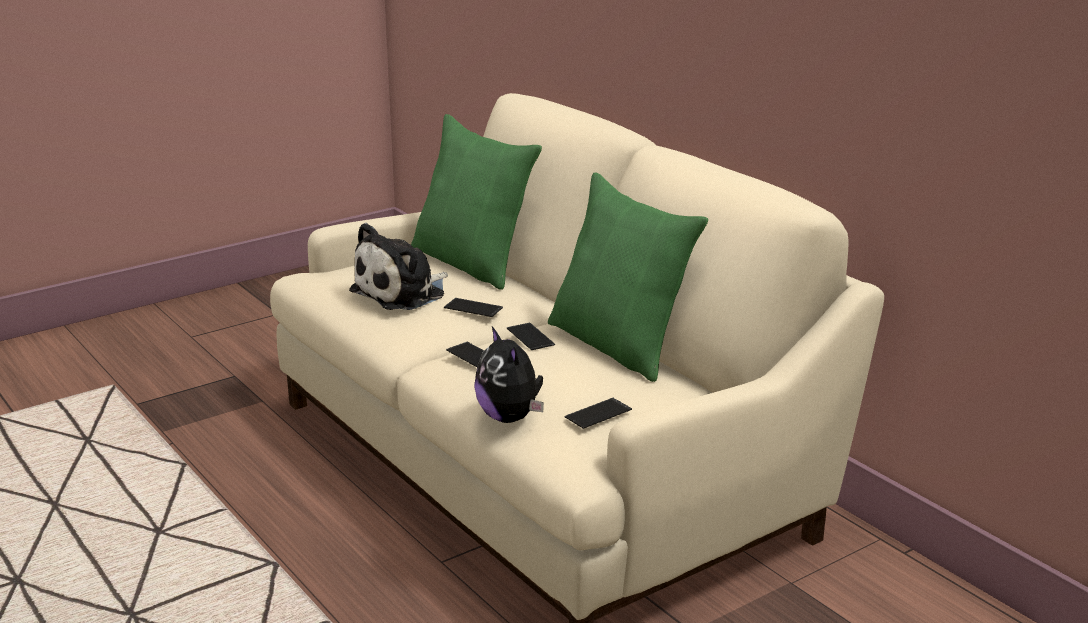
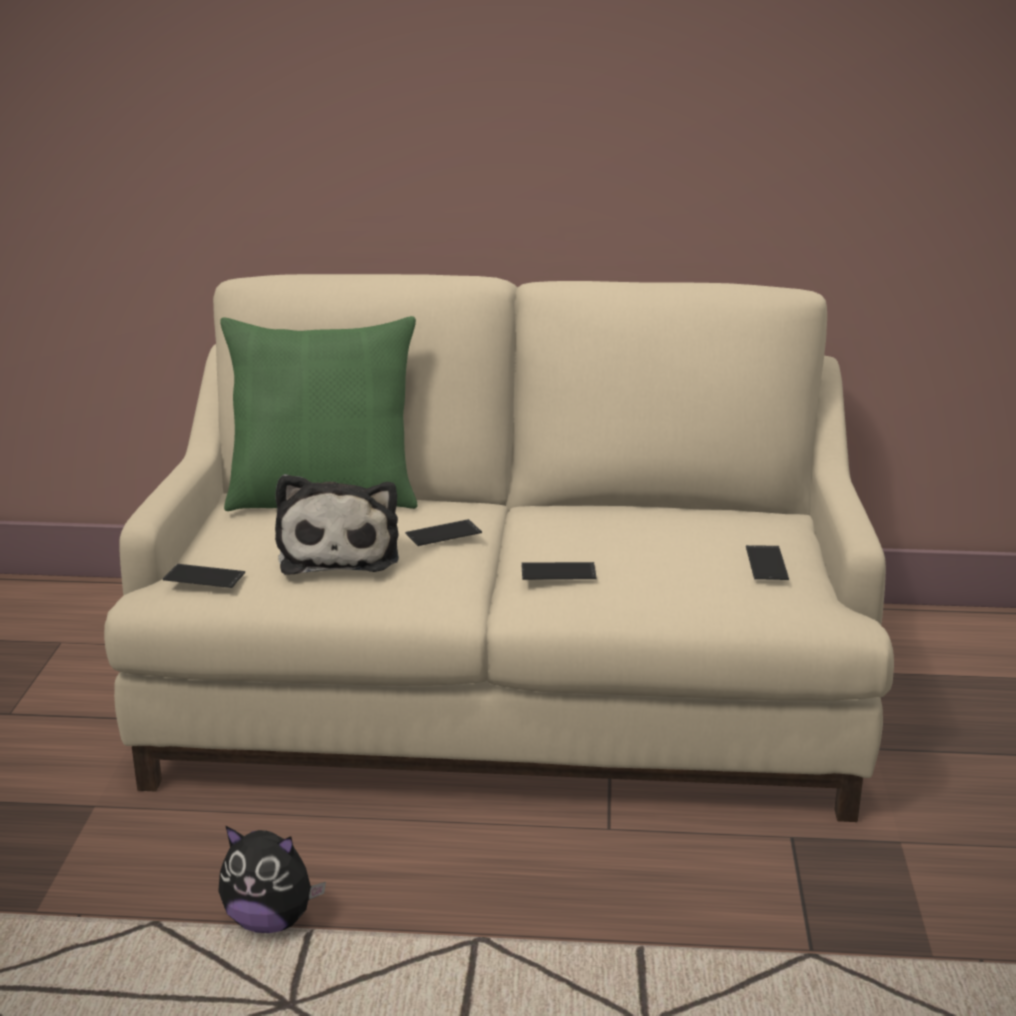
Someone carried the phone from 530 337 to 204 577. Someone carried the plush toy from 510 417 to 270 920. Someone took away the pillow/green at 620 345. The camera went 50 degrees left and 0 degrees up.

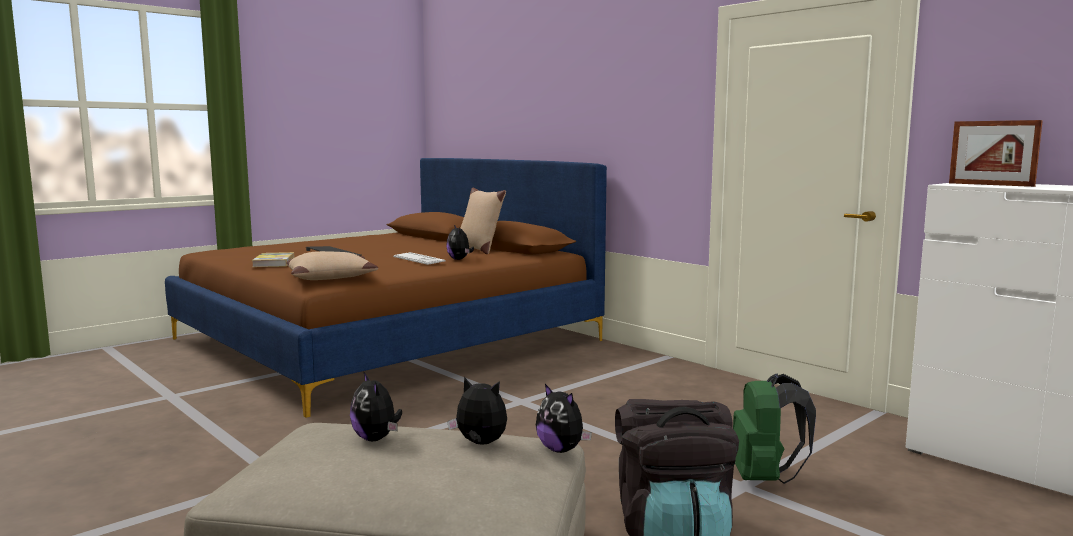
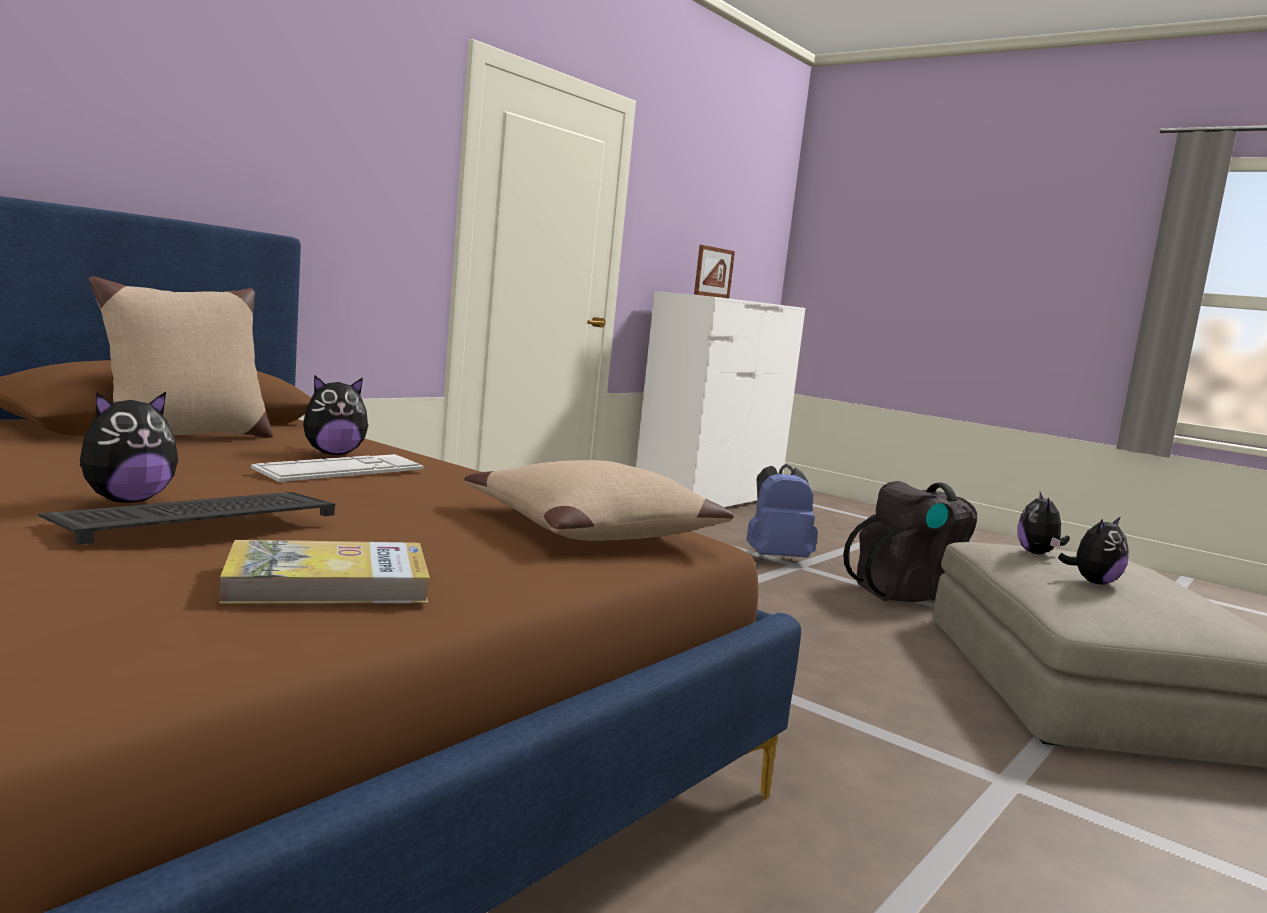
Someone carried the plush toy from 561 449 to 127 500. Someone repainted the backpack/green at 764 478, which became the backpack/blue at 776 558. The camera went 100 degrees left and 0 degrees up.

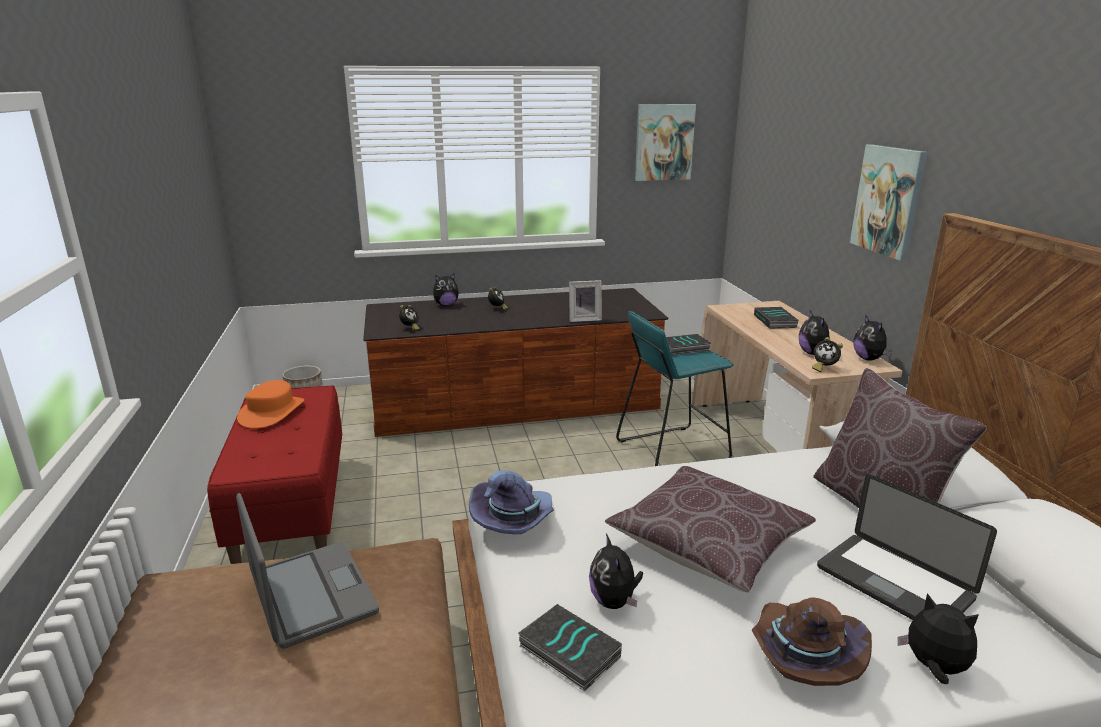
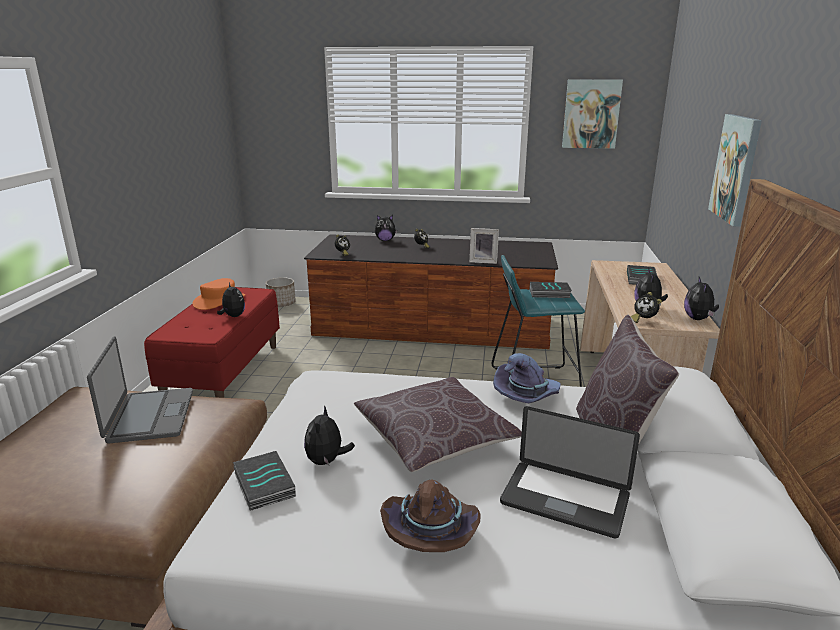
Someone carried the plush toy from 934 668 to 233 316. Someone carried the hat/purple from 514 520 to 527 396. Someone rotated the laptop at 893 583 by 45 degrees counterclockwise. The camera went 20 degrees right and 0 degrees up.

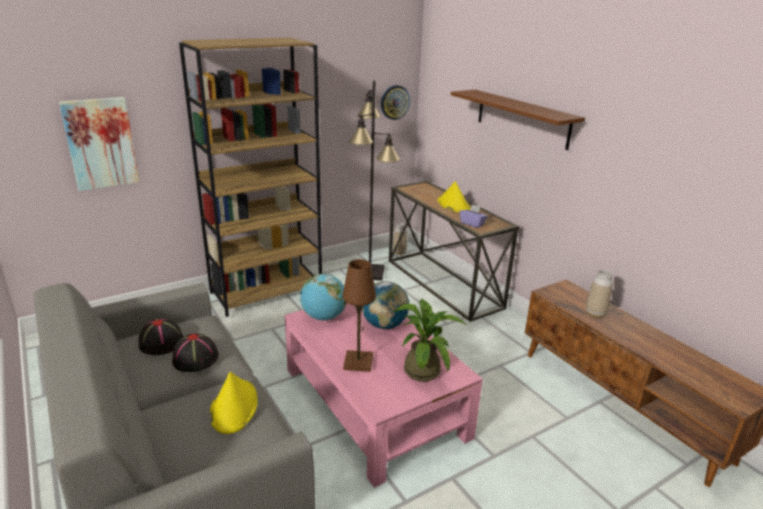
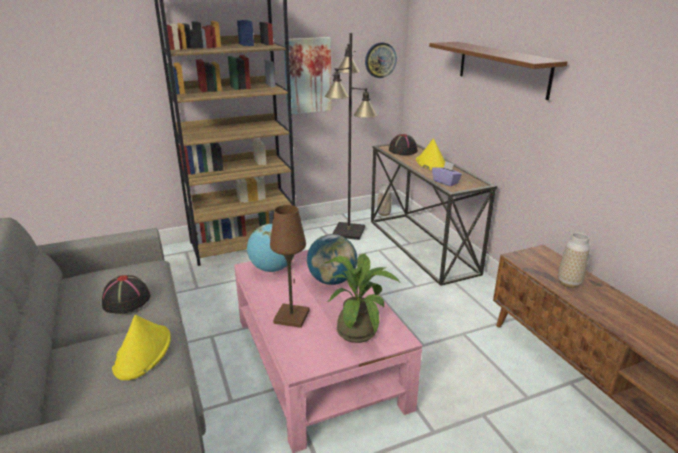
Someone carried the picture from 101 143 to 307 76. Someone carried the hat/black from 161 342 to 402 150. The camera went 10 degrees right and 0 degrees up.

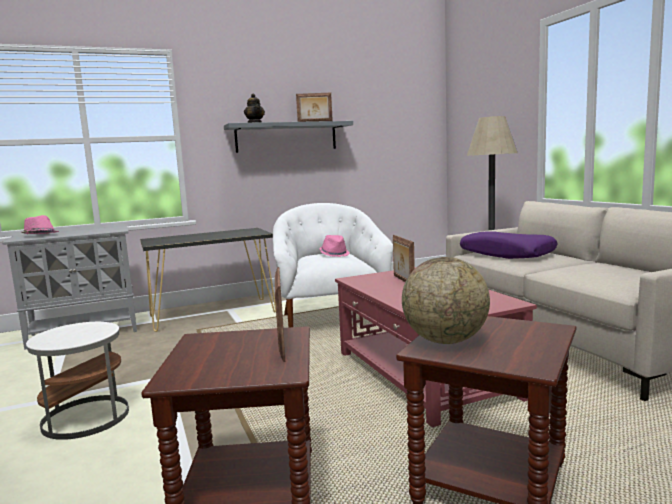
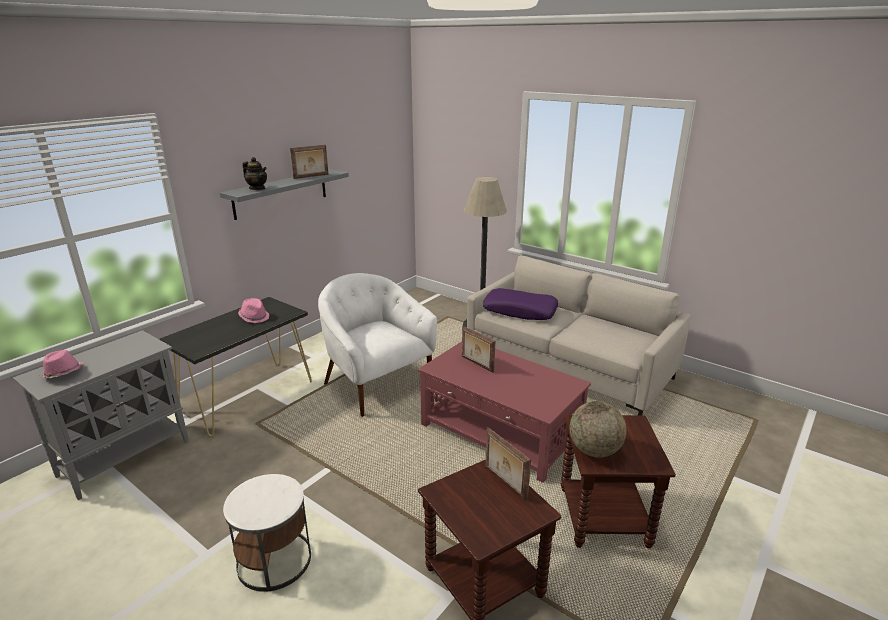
Someone carried the hat/pink from 334 254 to 254 317. The camera went 30 degrees left and 15 degrees up.

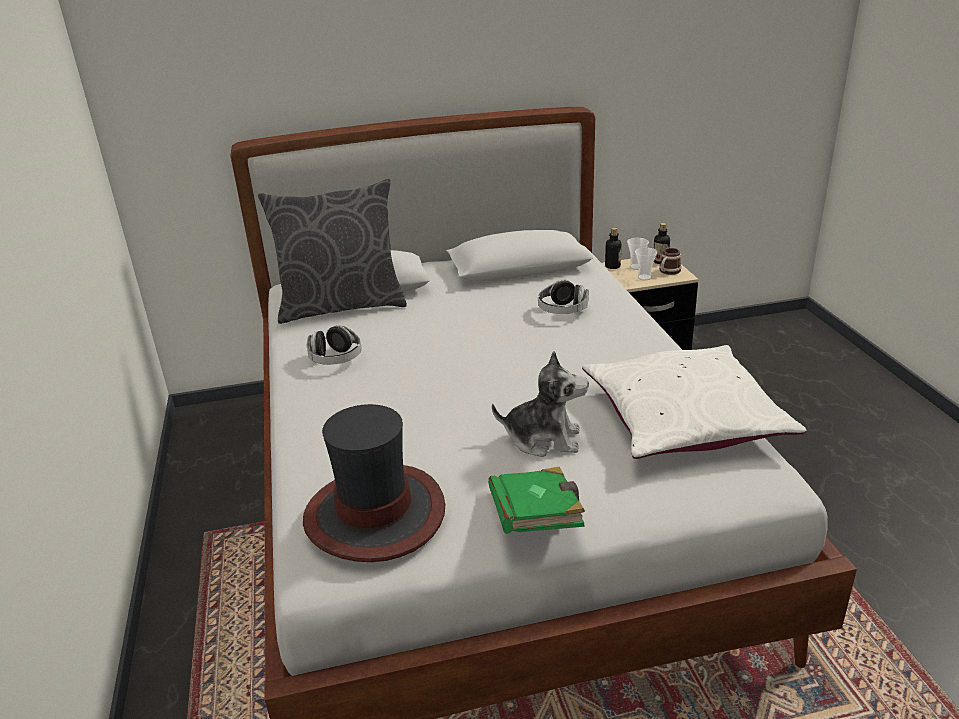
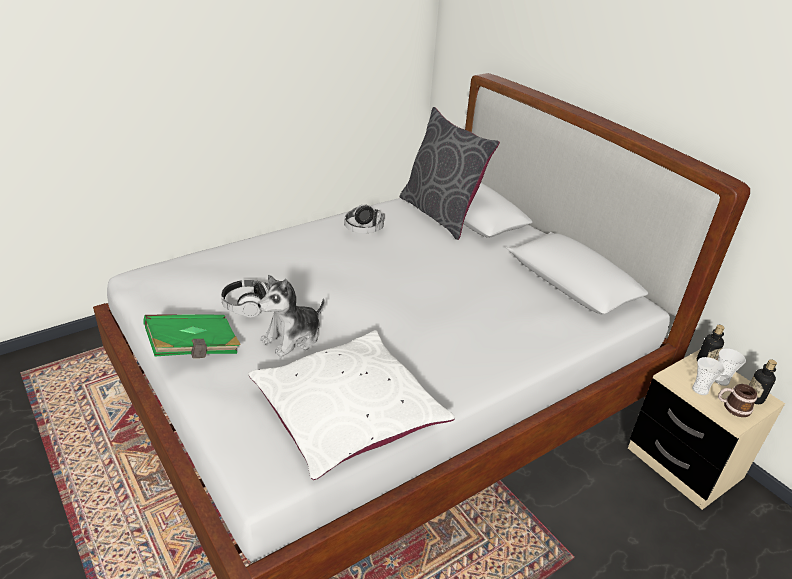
Someone carried the headphones from 562 311 to 247 306. Someone rotated the plush toy at 543 439 by 60 degrees clockwise. Someone took away the hat at 375 514. The camera went 65 degrees right and 5 degrees up.

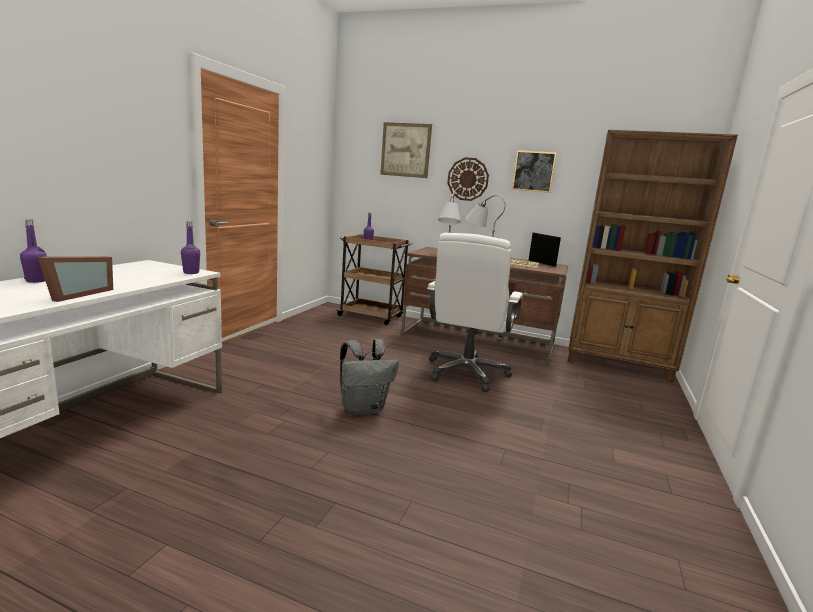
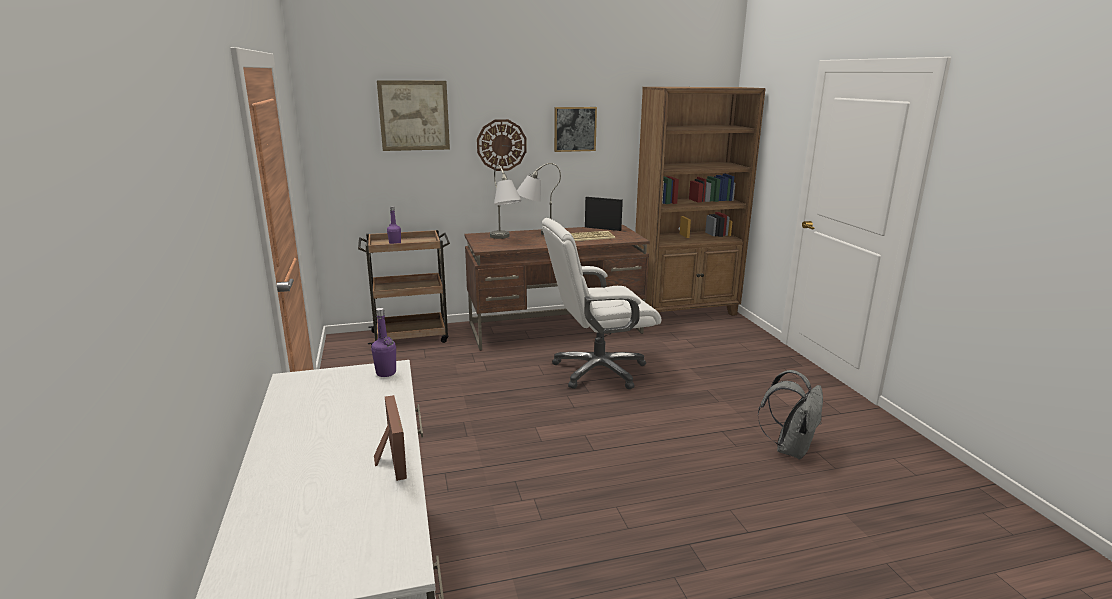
Someone rotated the office chair/white at 466 373 by 90 degrees clockwise. Someone carried the backpack/grey from 363 409 to 790 448. Someone took away the bottle/purple at 36 281. The camera went 35 degrees left and 5 degrees up.

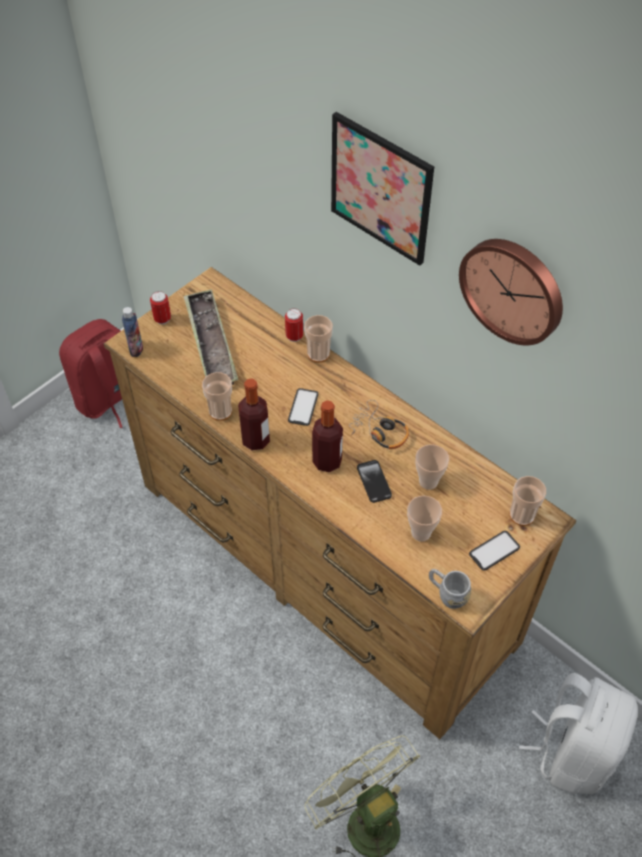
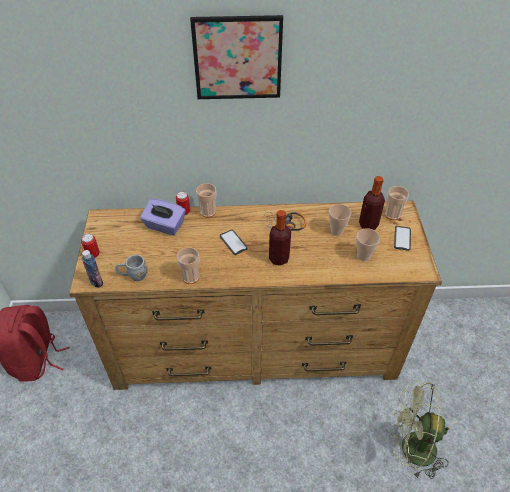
Someone carried the mug/grey from 447 594 to 133 275. Someone put down the tissue box/purple at 164 226. Someone carried the bottle from 255 440 to 368 224. Someone took away the tray at 210 343. Someone took away the phone at 374 482. Someone took away the wall clock at 513 289. Someone took away the backpack/white at 572 750. The camera went 45 degrees left and 5 degrees down.

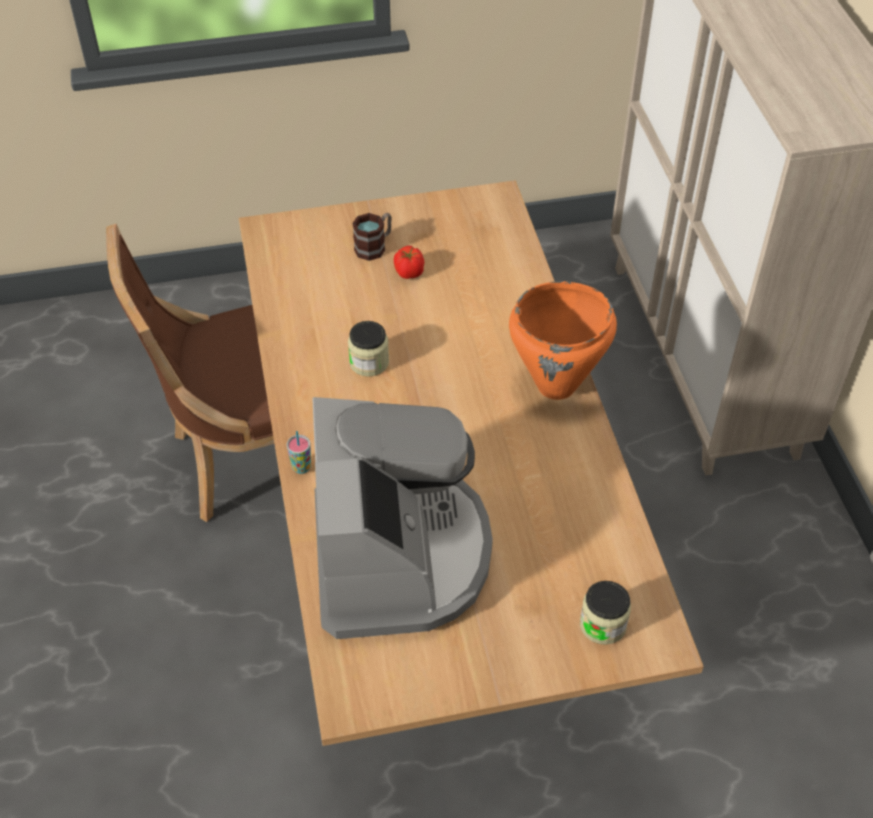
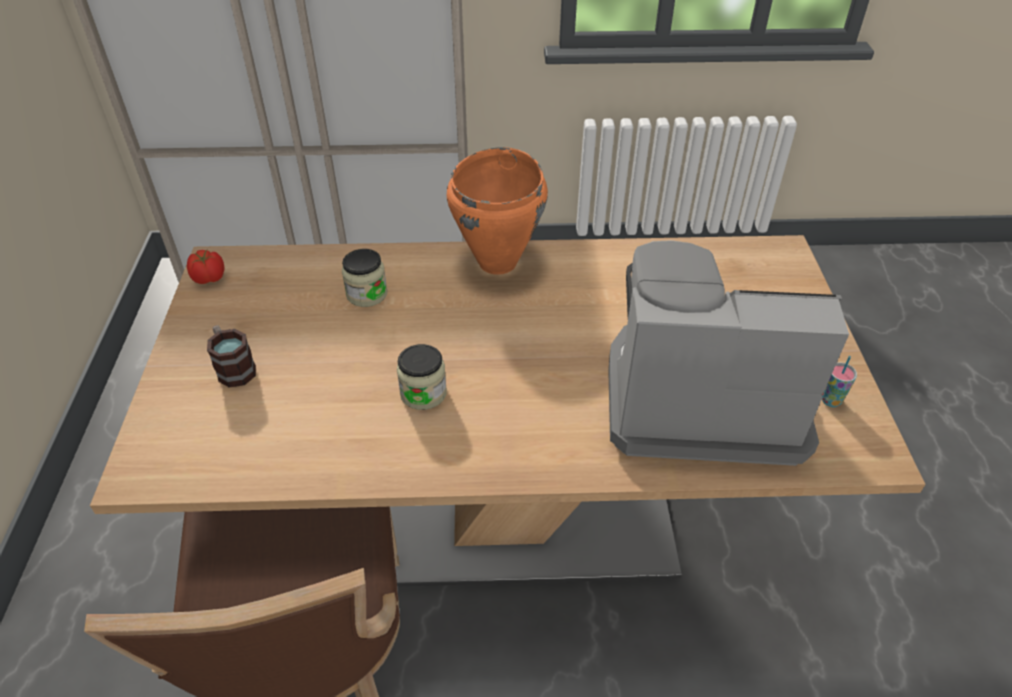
Someone carried the tomato from 409 272 to 210 278. Someone carried the jar from 603 624 to 367 294. Someone carried the cup from 301 467 to 830 400. The camera went 80 degrees left and 5 degrees down.

